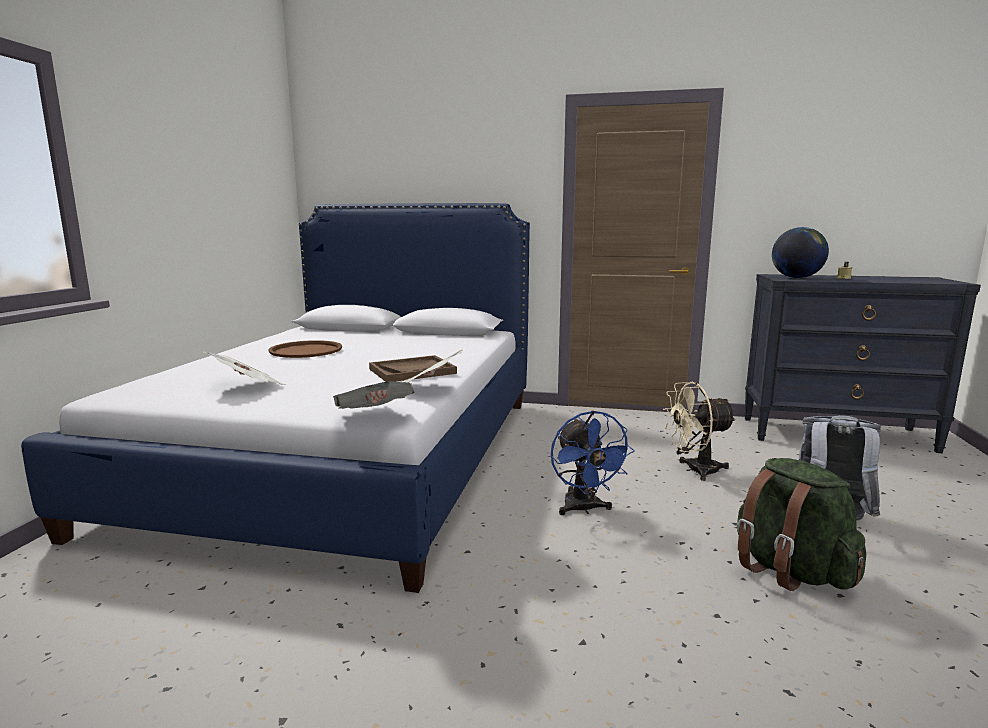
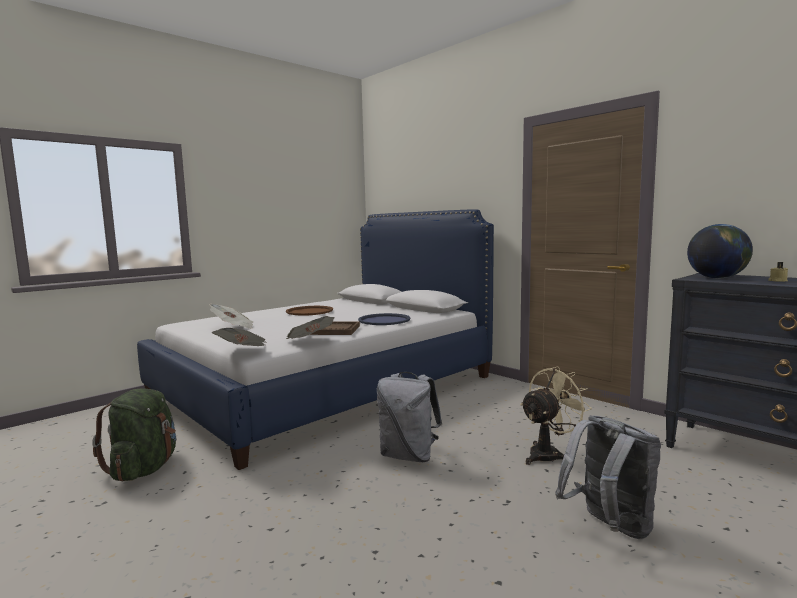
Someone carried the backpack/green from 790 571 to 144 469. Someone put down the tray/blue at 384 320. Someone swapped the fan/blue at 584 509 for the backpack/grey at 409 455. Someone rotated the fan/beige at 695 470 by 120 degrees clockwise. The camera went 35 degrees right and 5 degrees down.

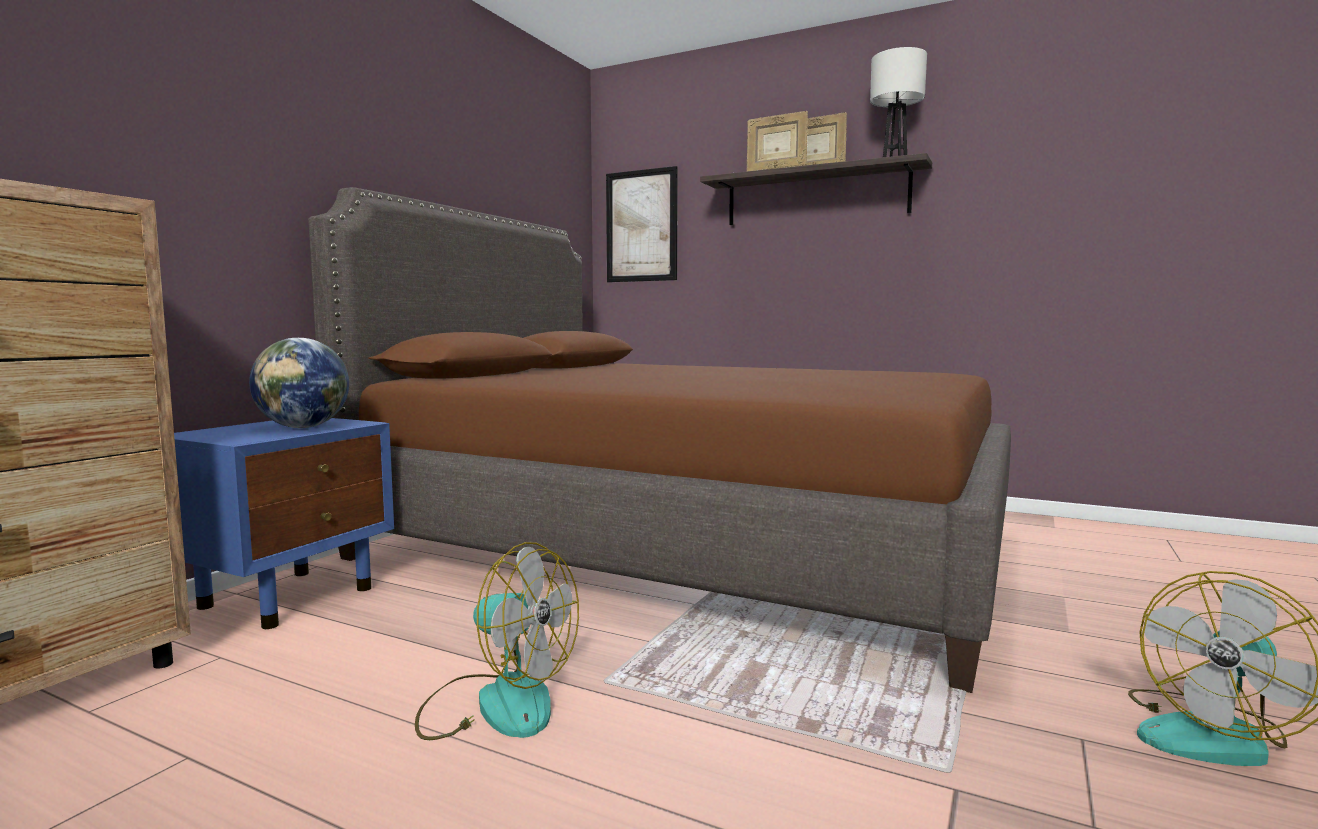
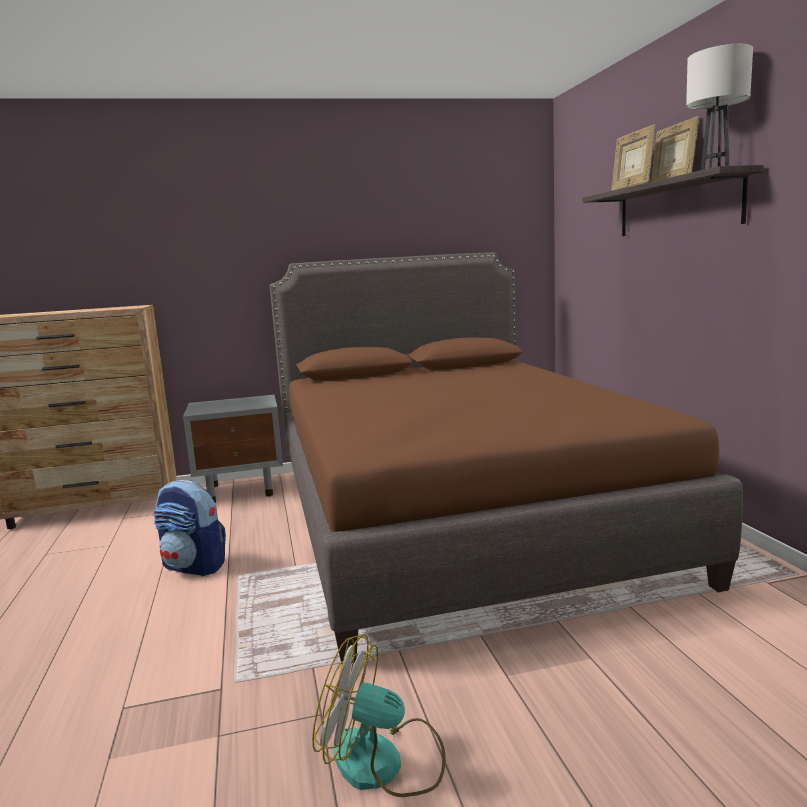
Someone swapped the fan at 497 703 for the backpack at 194 566. Someone repainted the nightstand/blue at 289 596, which became the nightstand/grey at 242 490. Someone took away the globe at 303 427. Someone took away the picture at 641 226. The camera went 50 degrees right and 5 degrees up.

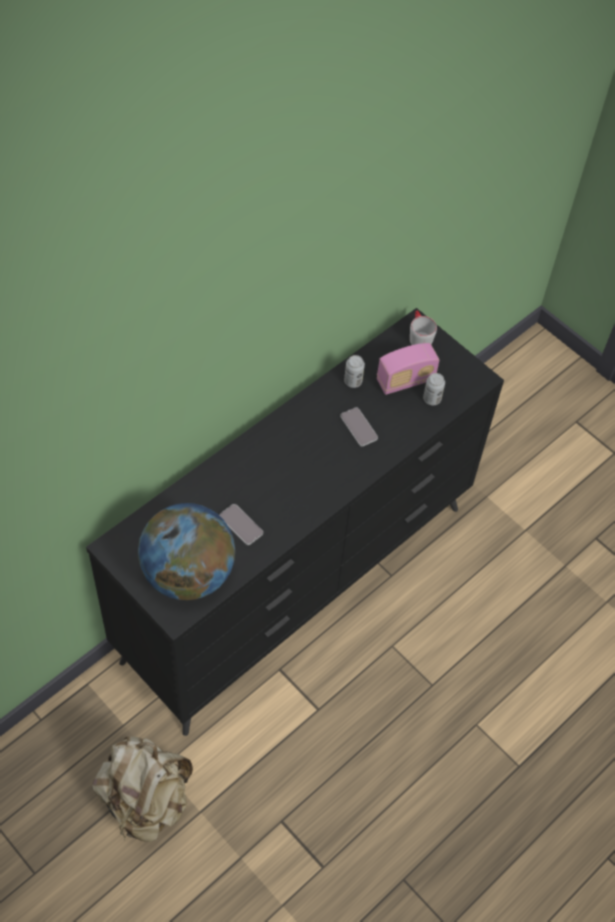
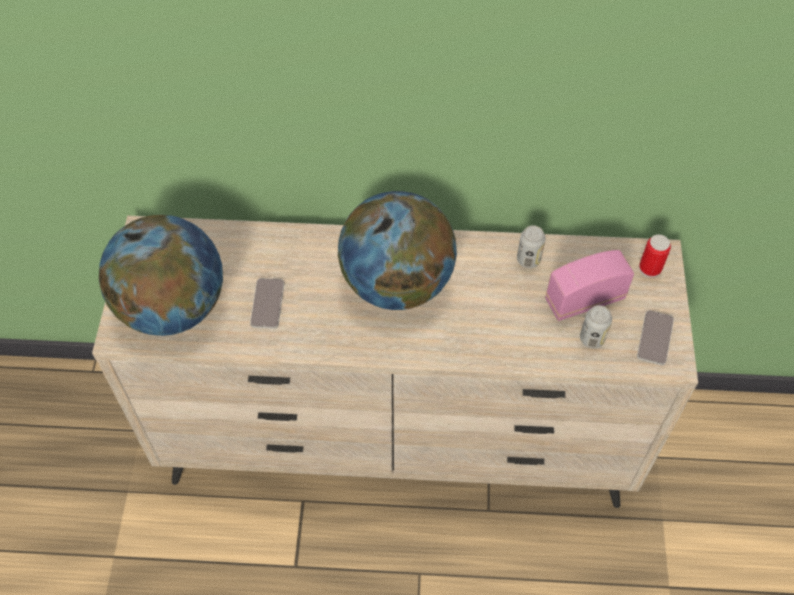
Someone repainted the dresser/black at 298 583, which became the dresser/beige at 399 442. Someone put down the globe at 397 283. Someone rotated the radio at 405 380 by 135 degrees clockwise. Someone carried the phone from 358 427 to 655 338. Someone swapped the mug/grey at 419 336 for the can at 650 268. Someone took away the backpack/beige at 145 799. The camera went 50 degrees right and 0 degrees up.

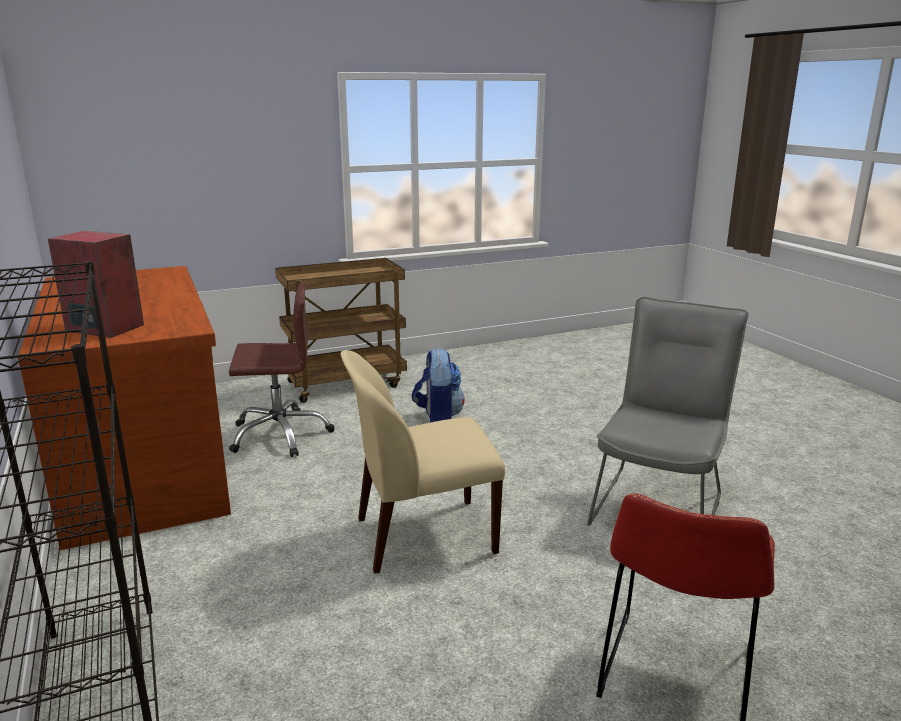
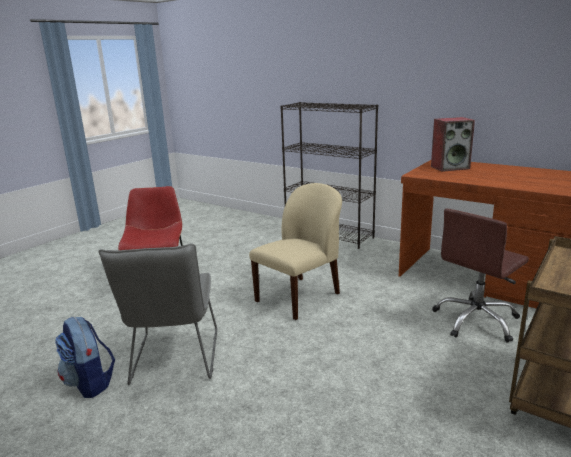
Someone carried the backpack from 438 419 to 90 383. The camera went 150 degrees right and 0 degrees up.

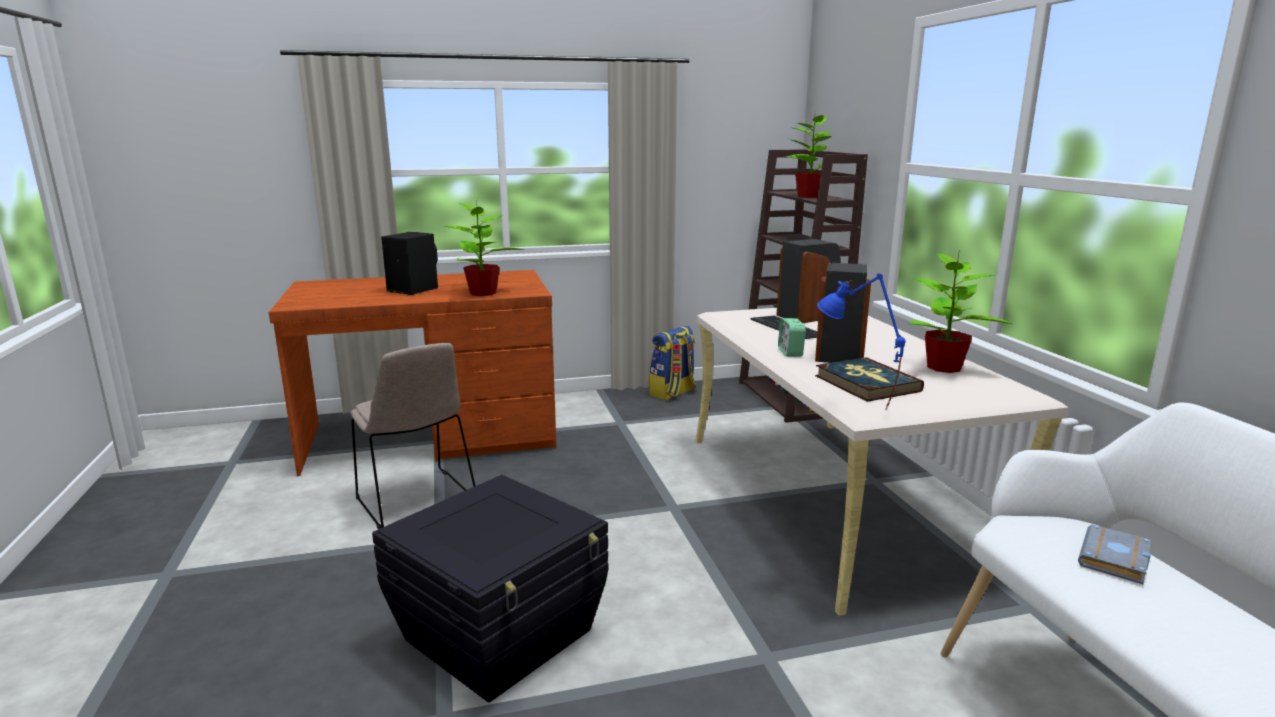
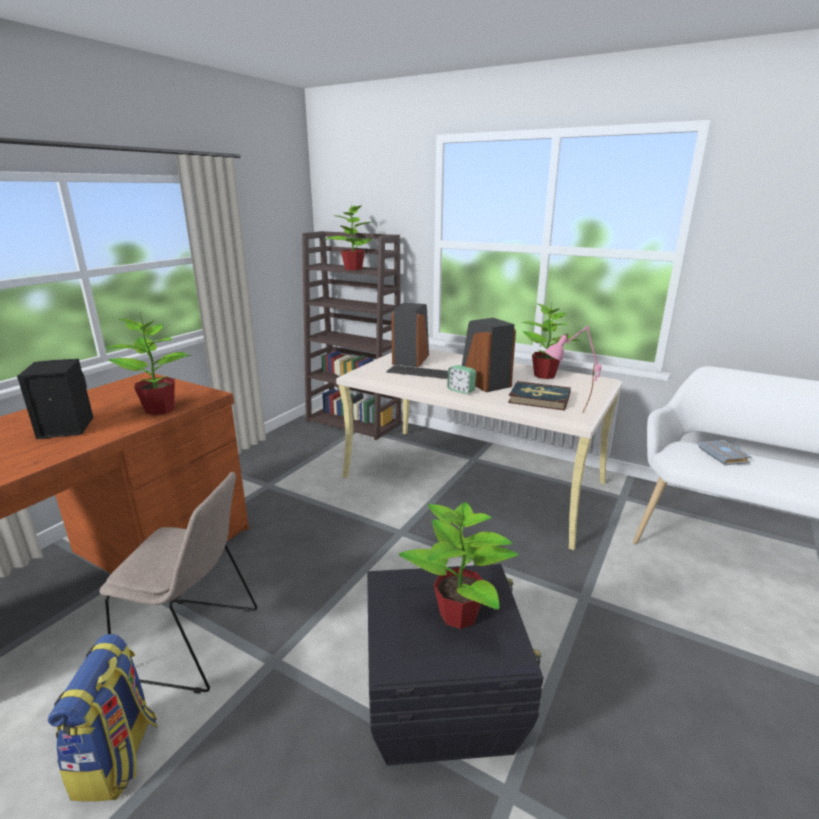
Someone carried the backpack from 673 393 to 117 758. Someone put down the potted plant at 460 614. Someone repainted the table lamp/blue at 852 406, which became the table lamp/pink at 566 416. The camera went 45 degrees left and 5 degrees up.

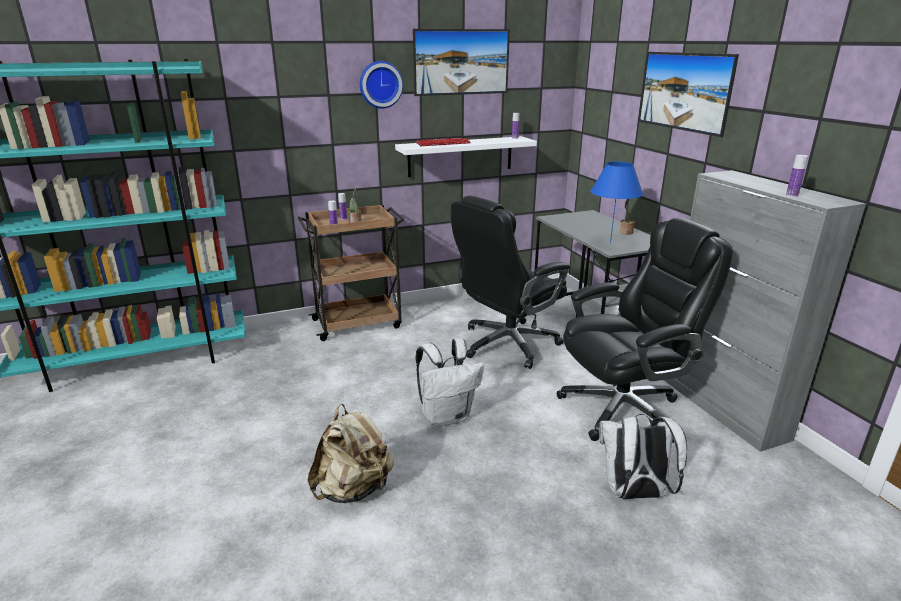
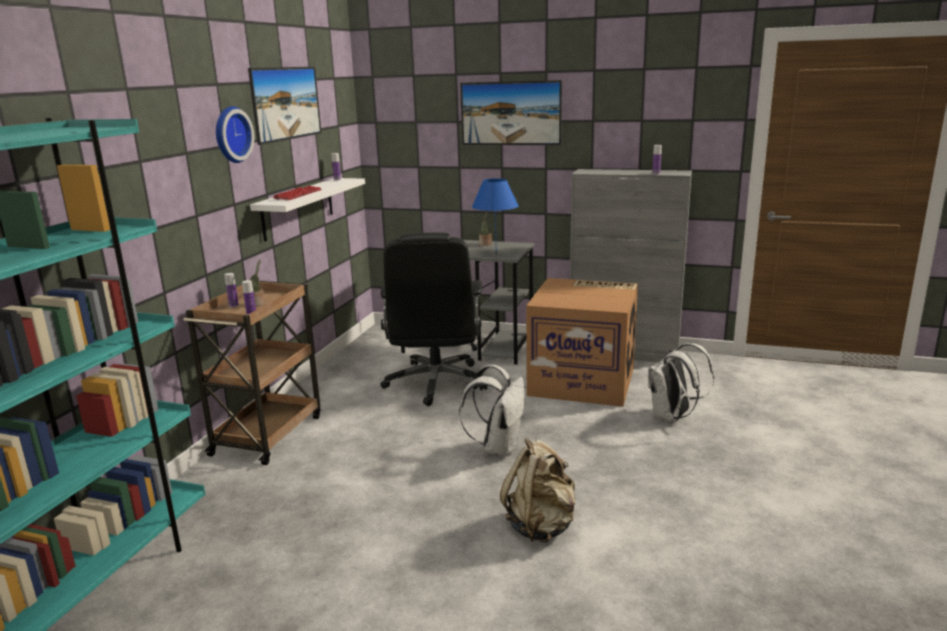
Someone swapped the office chair/black at 623 408 for the cardboard box at 584 380. The camera went 50 degrees left and 5 degrees down.

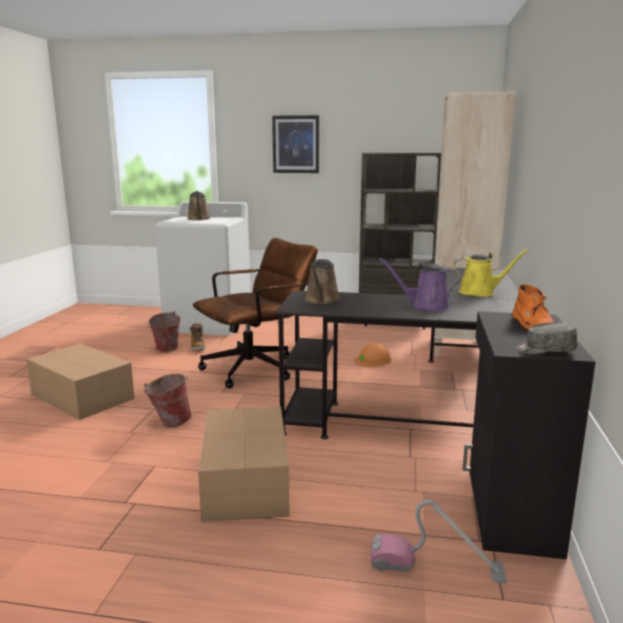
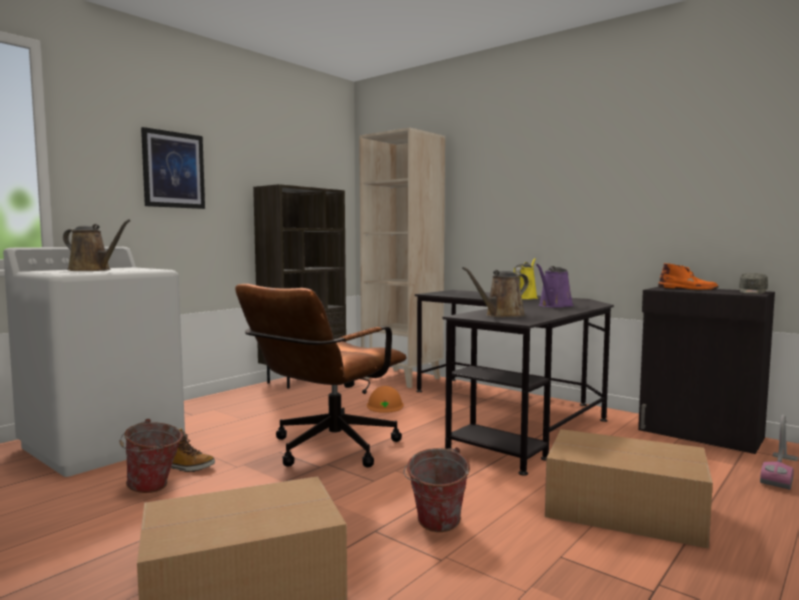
Someone rotated the office chair/brown at 257 368 by 135 degrees counterclockwise. Someone rotated the watering can/brown at 321 300 by 105 degrees clockwise. The camera went 60 degrees left and 10 degrees down.

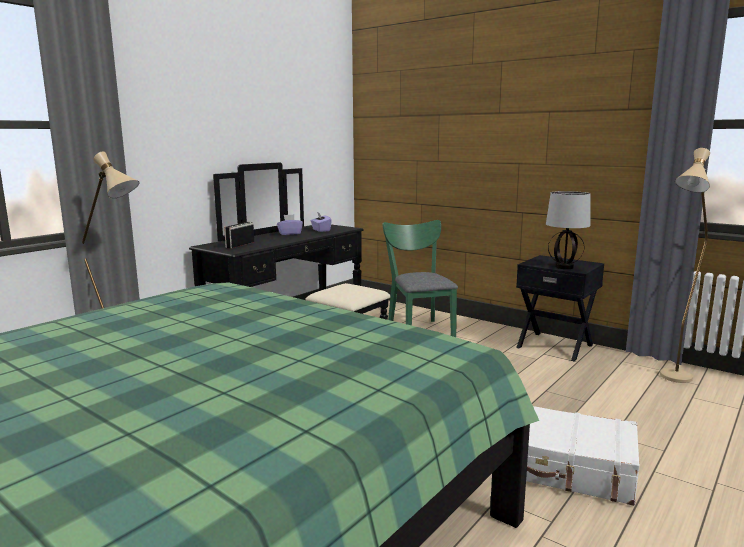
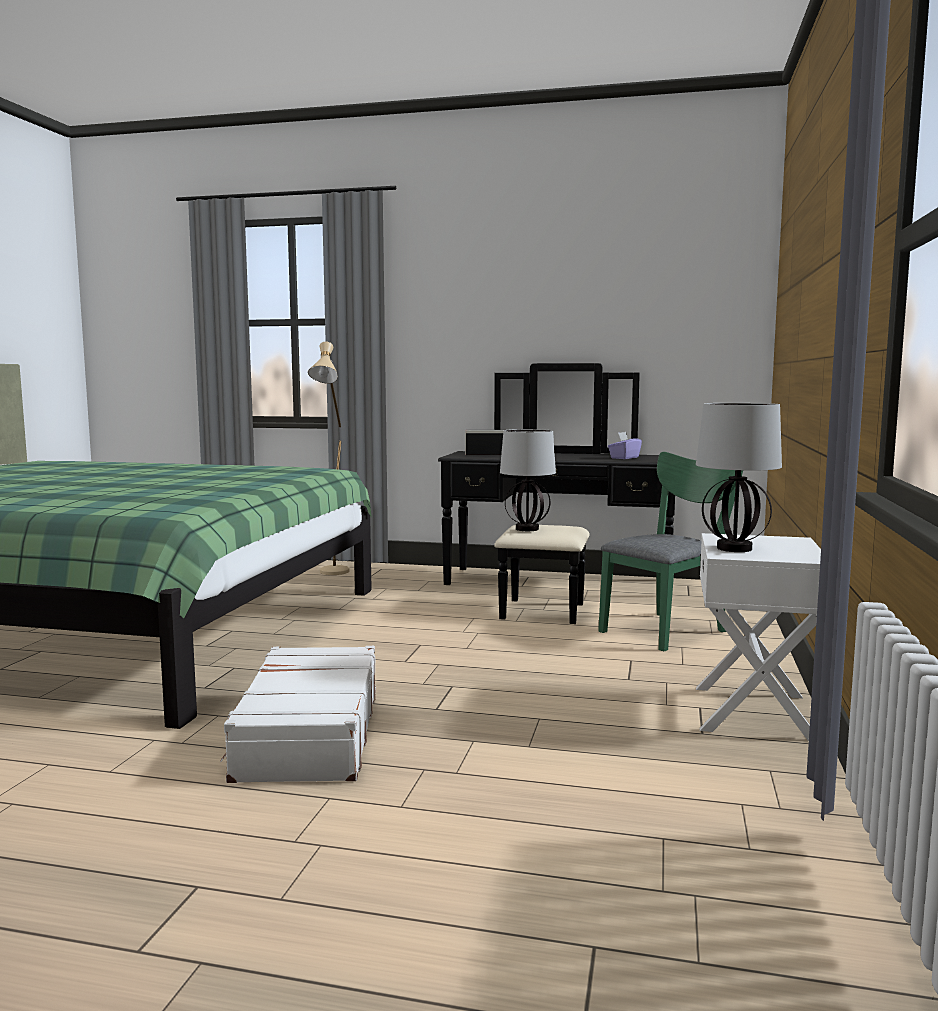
Someone put down the table lamp at 526 529. Someone repainted the nightstand/black at 555 346, which became the nightstand/white at 755 713. Someone took away the tissue box/purple at 290 233. Someone took away the floor lamp/beige at 673 380. The camera went 65 degrees right and 5 degrees down.

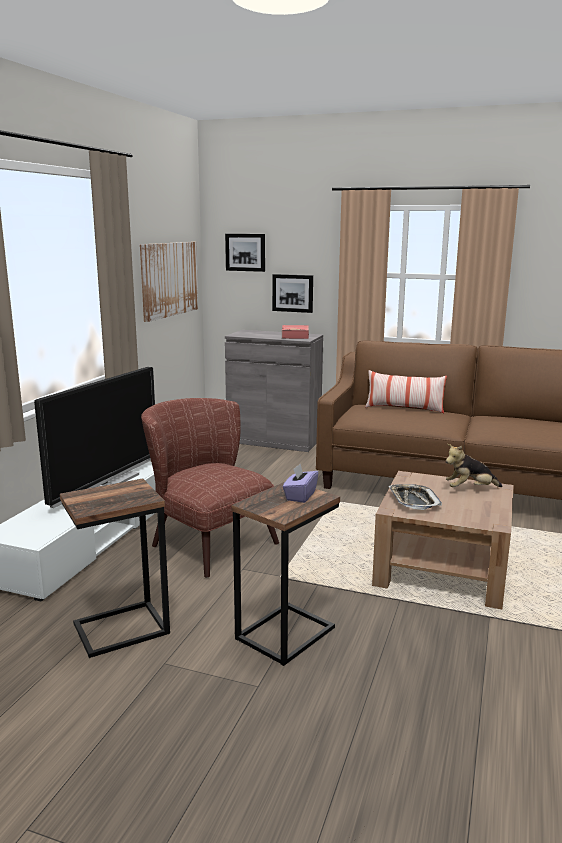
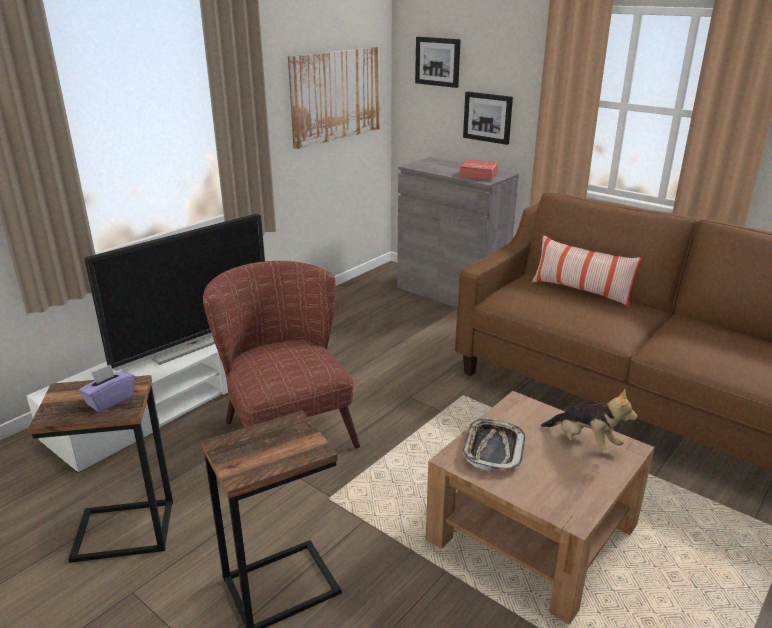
Someone carried the tissue box/purple from 300 496 to 110 401. Someone rotated the plush toy at 470 489 by 150 degrees counterclockwise. The camera went 20 degrees right and 10 degrees up.

